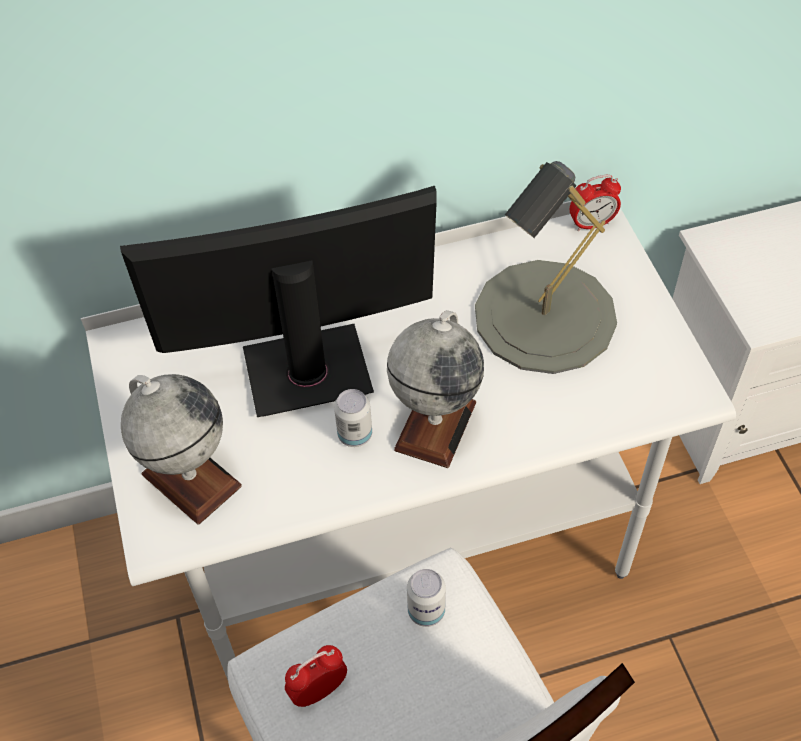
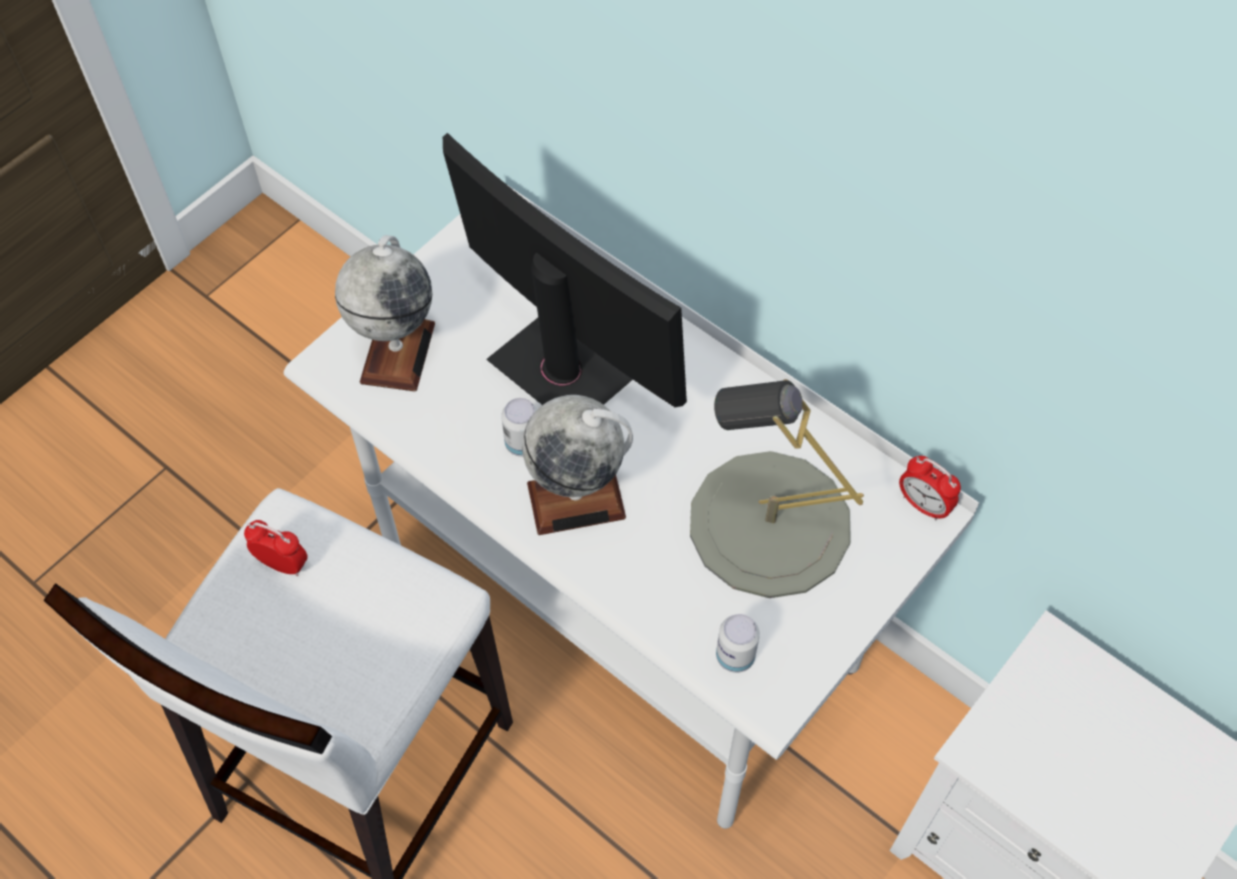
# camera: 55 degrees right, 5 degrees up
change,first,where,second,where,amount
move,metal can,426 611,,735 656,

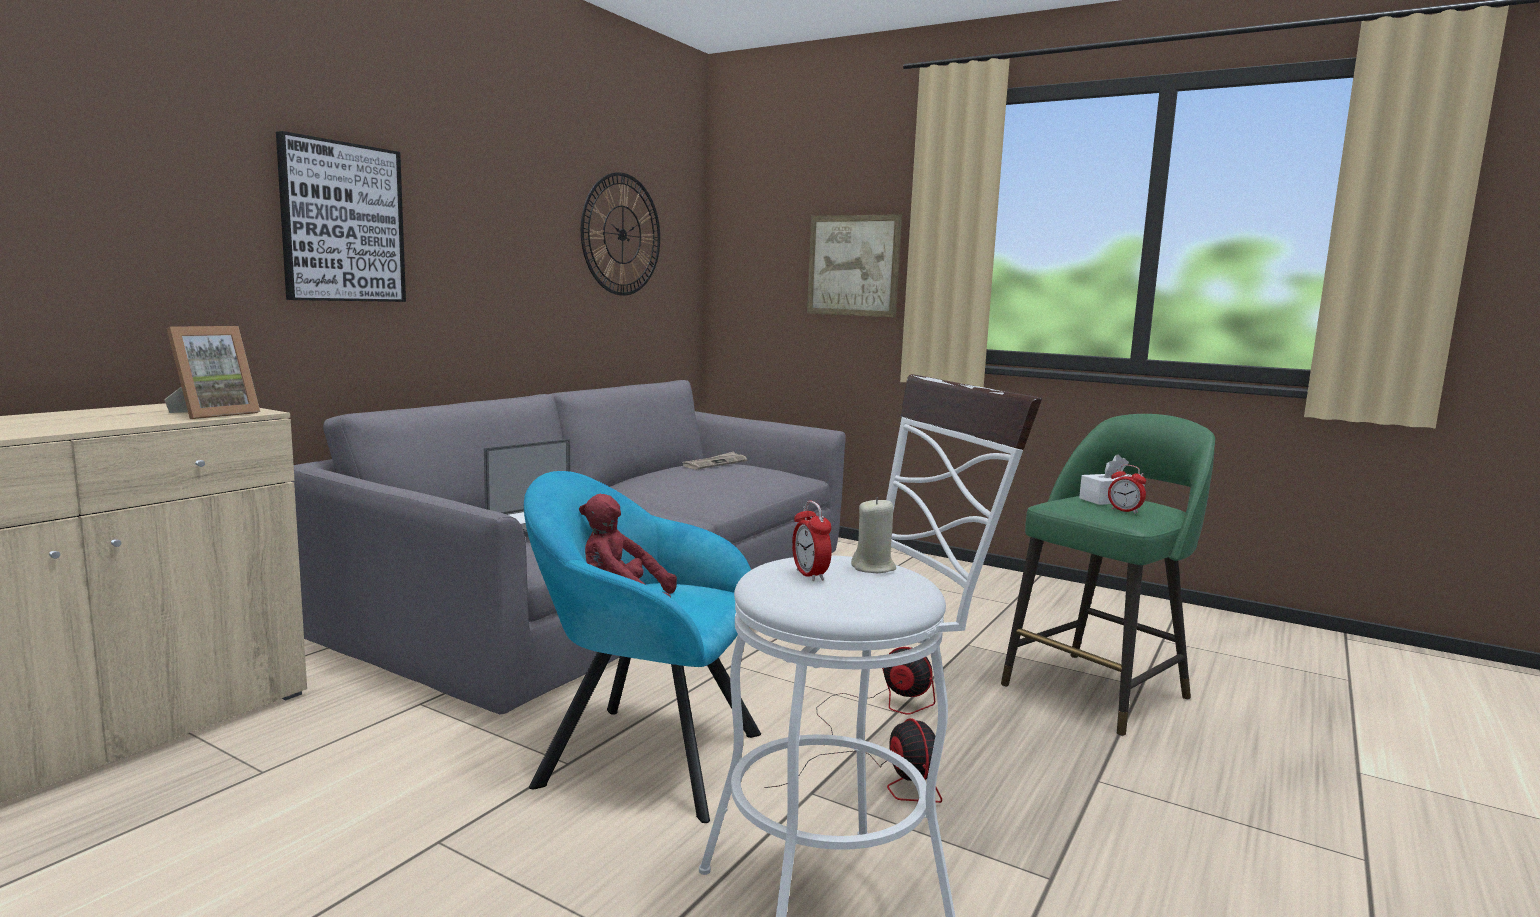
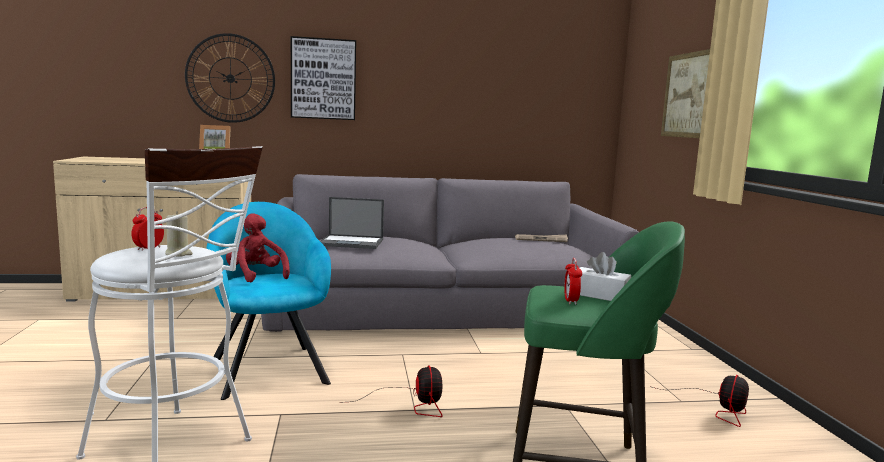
# camera: 50 degrees right, 0 degrees up
change,first,where,second,where,amount
move,wall clock,622 235,,230 78,
move,electric fan,880 782,,717 408,

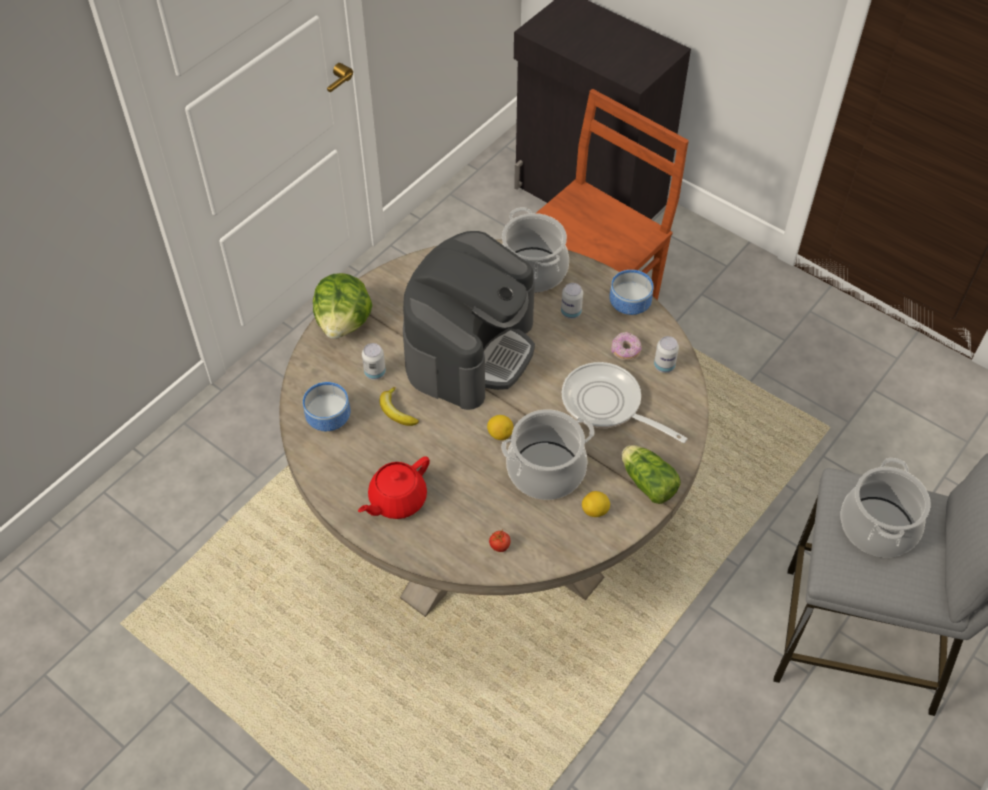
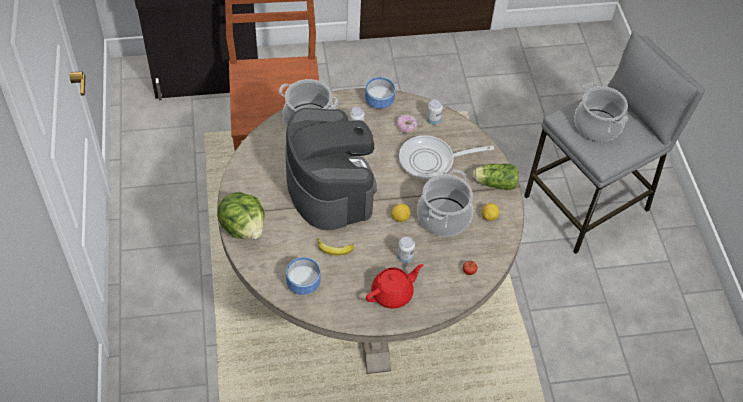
# camera: 50 degrees left, 0 degrees up
change,first,where,second,where,amount
rotate,red-coloured tea pot,396 500,,393 293,120 degrees counterclockwise
move,metal can,375 373,,405 257,

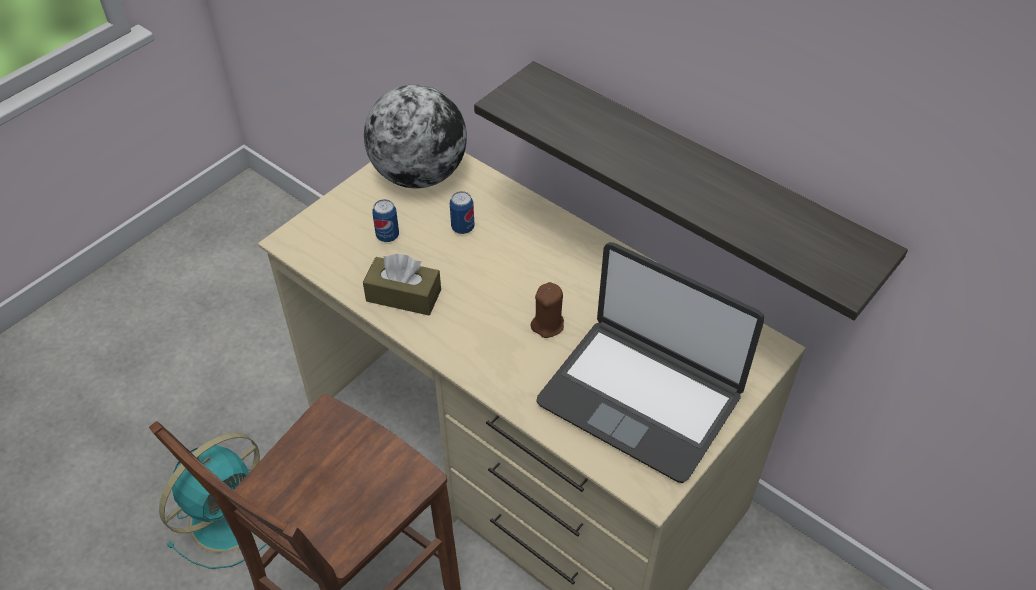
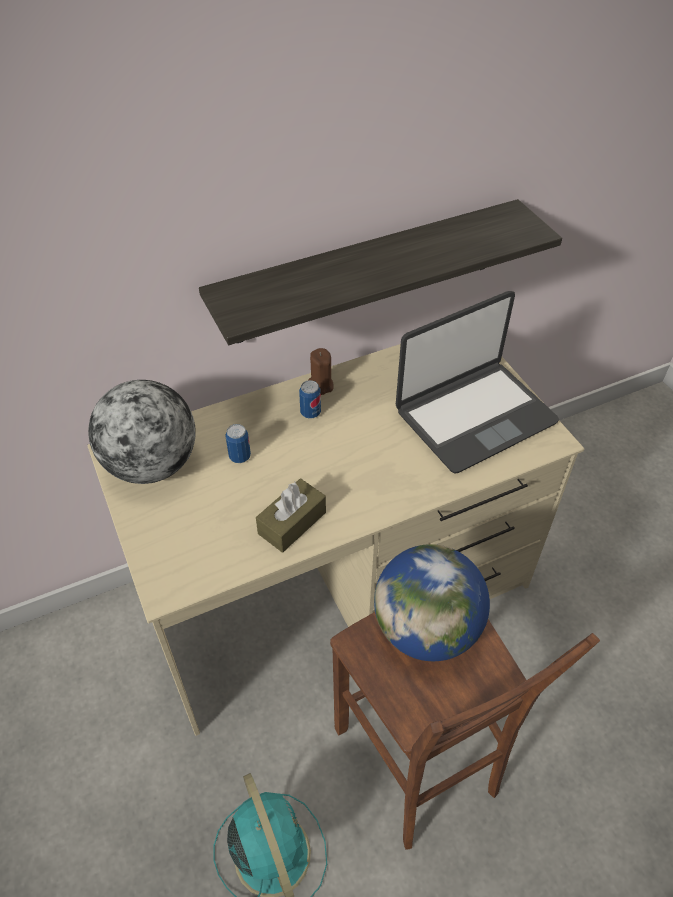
# camera: 65 degrees left, 0 degrees up
change,first,where,second,where,amount
move,metal can,387 236,,310 413,
move,brown wax light,547 325,,320 385,
insert,,,globe,426 628,

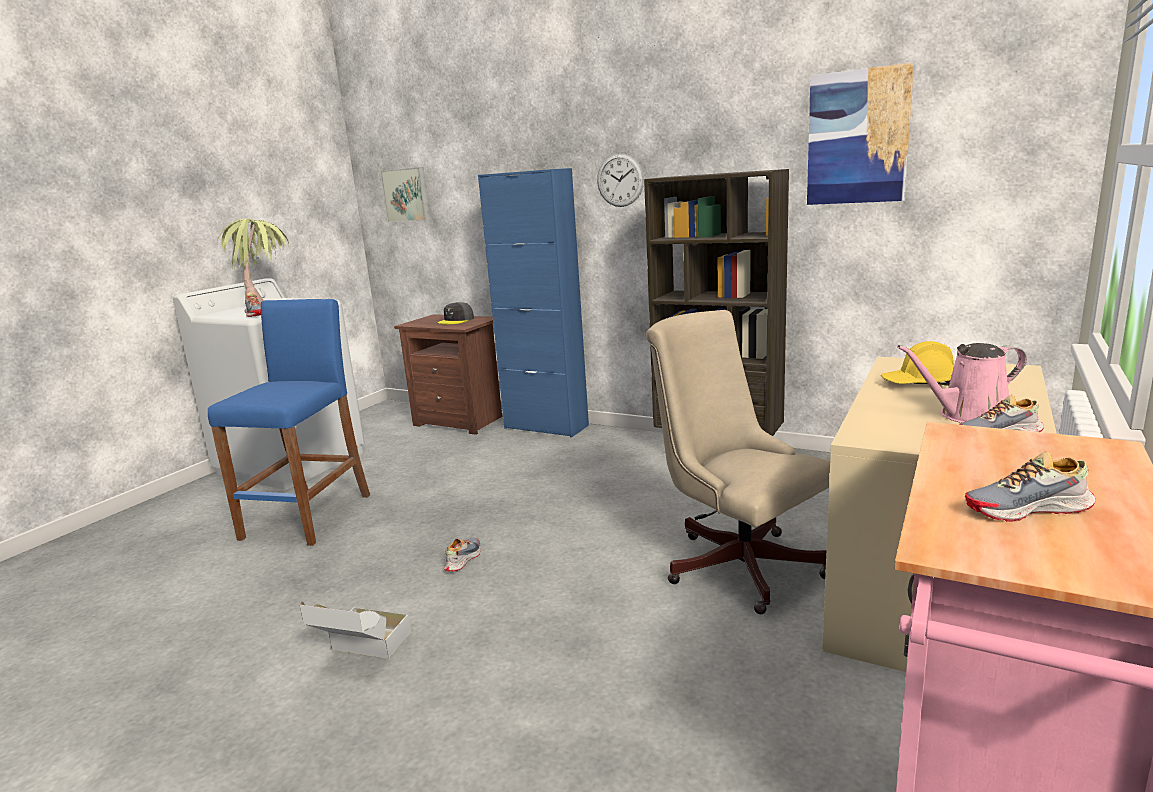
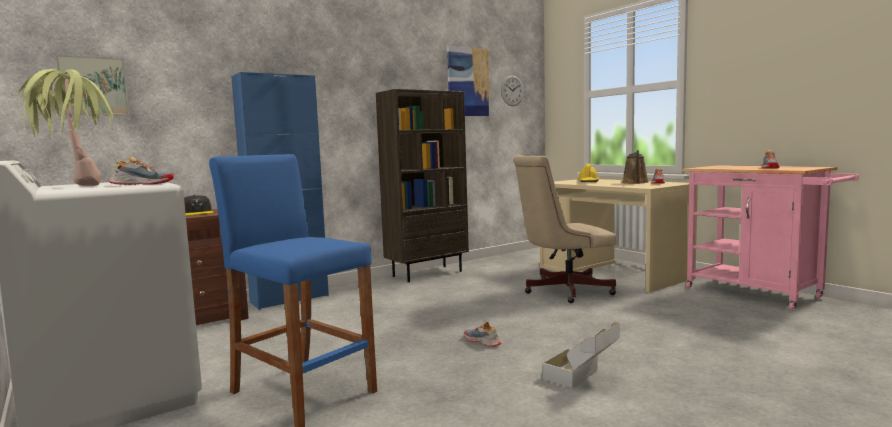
# camera: 65 degrees left, 10 degrees down
change,first,where,second,where,amount
move,wall clock,620 180,,512 90,
recolor,pink-coloured watering pot,968 416,brown watering pot,635 183,

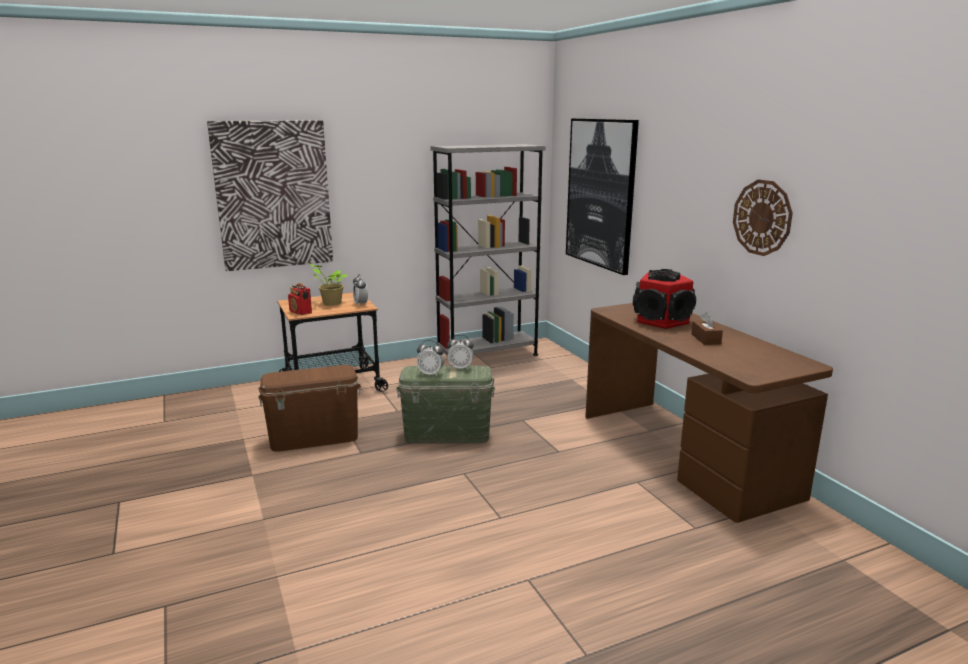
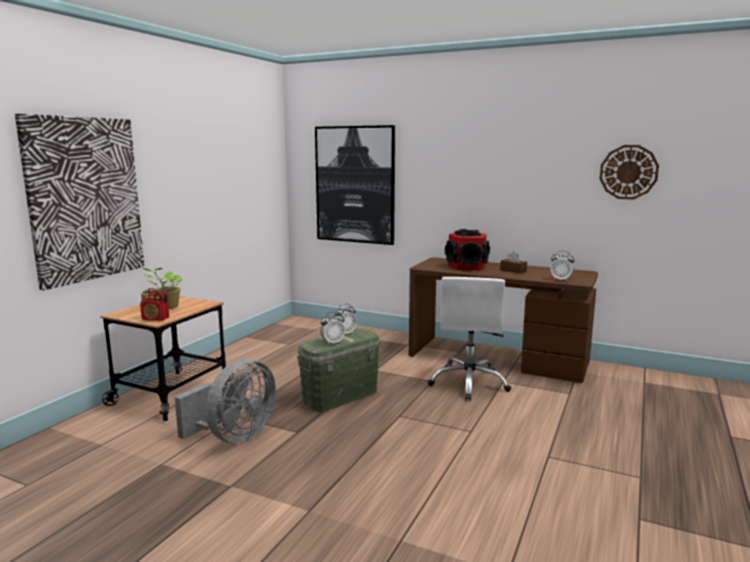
# camera: 40 degrees left, 5 degrees down
change,first,where,second,where,amount
replace,brown storage container,314 437,greyish electric fan,234 437,
move,table clock,361 304,,561 280,
delete,greyish shelving unit,487 355,,,
move,wall clock,762 217,,628 172,
insert,,,white-coloured computer chair,469 383,

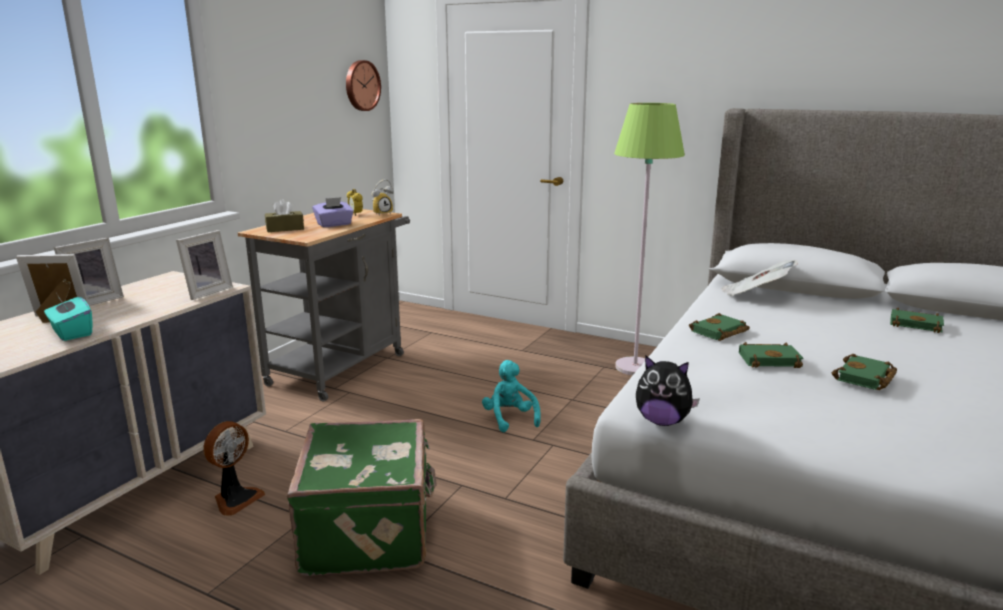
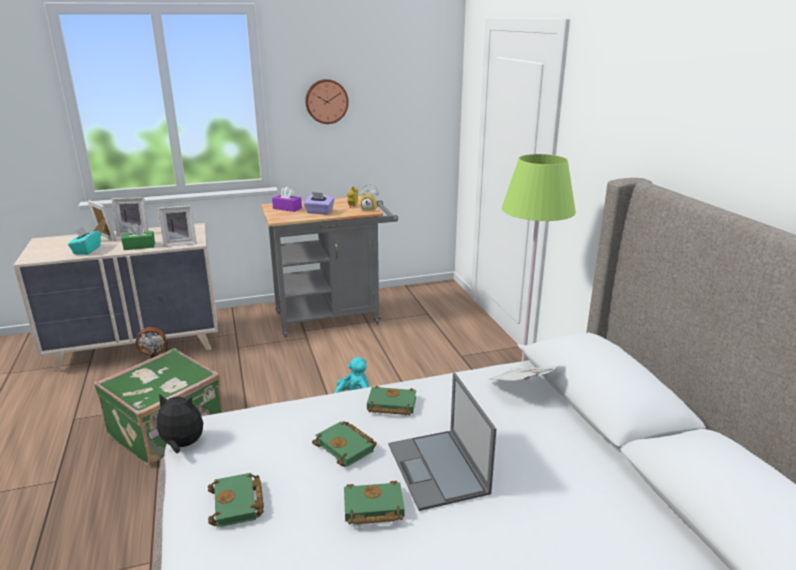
# camera: 45 degrees right, 5 degrees up
change,first,where,second,where,amount
recolor,brown tissue holder,285 229,purple tissue holder,287 208,
move,wall clock,361 85,,326 101,
rotate,soft toy,662 421,,181 445,120 degrees clockwise
move,greenish bound book,917 324,,238 504,
insert,,,greenish tissue holder,139 246,
insert,,,laptop,438 469,

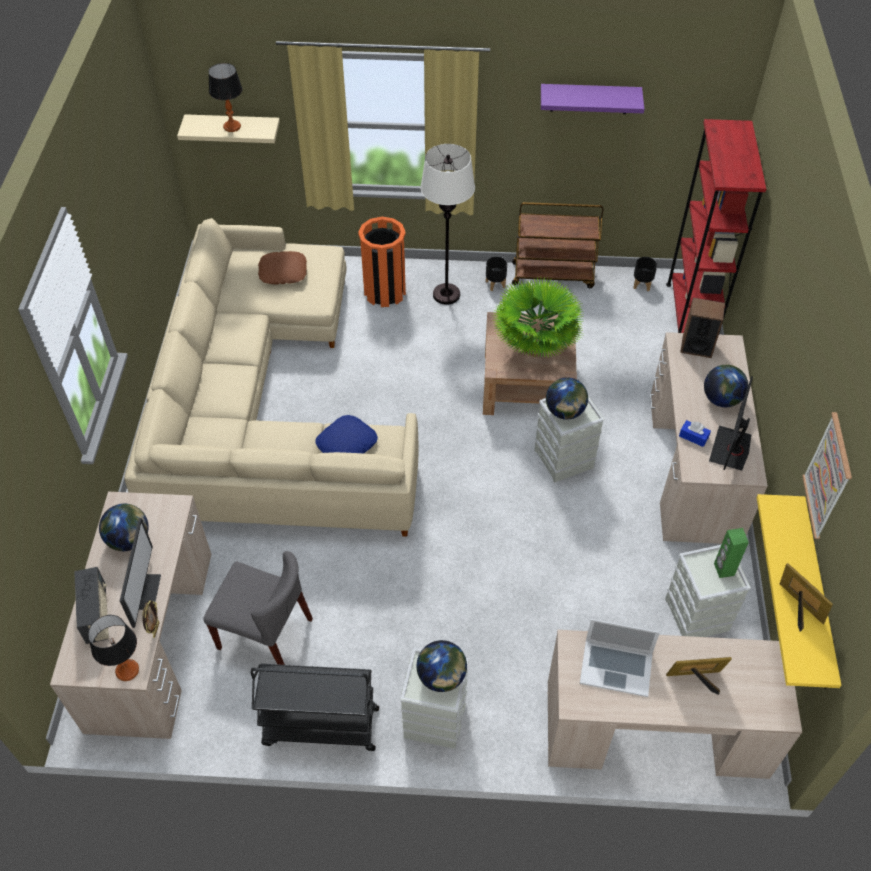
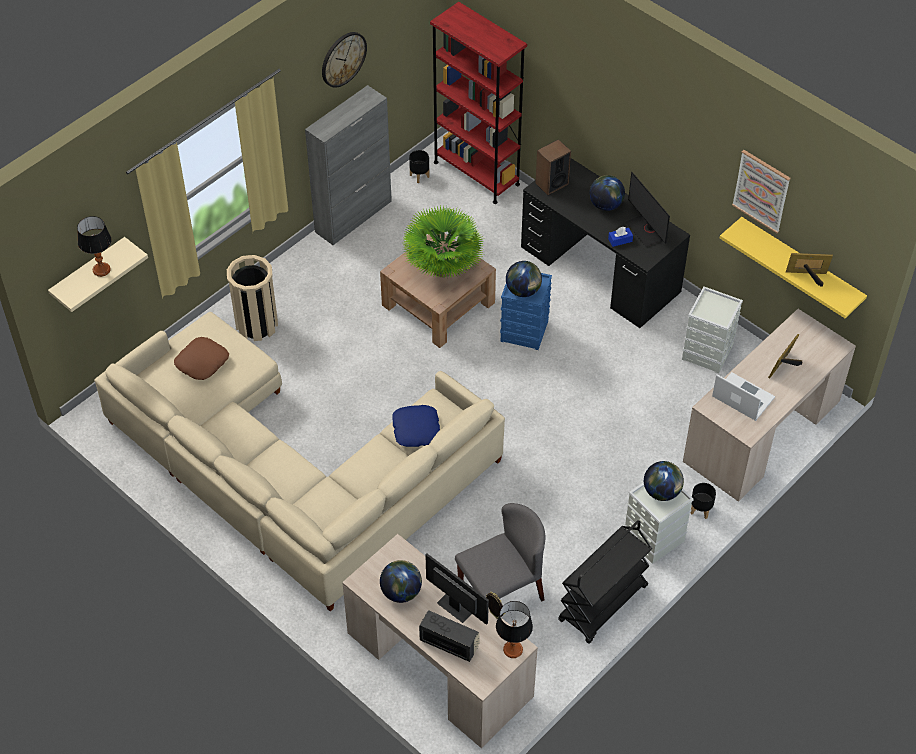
# camera: 50 degrees left, 0 degrees up
change,first,where,second,where,amount
recolor,orange trash can,385 292,sand-coloured trash can,257 324,
delete,white-coloured standard lamp,446 294,,,
move,black-coloured planter,495 284,,701 510,
replace,brown cart,553 275,greyish storage cabinet,354 216,
recolor,greyish storage container,564 459,blue-coloured storage container,525 331,
replace,purple wall shelf,589 98,wall clock,343 59,
rotate,laptop,616 667,,742 397,105 degrees counterclockwise
recolor,sand-coloured desk,693 466,black-coloured desk,600 270,
delete,greenish audio speaker,723 569,,,

